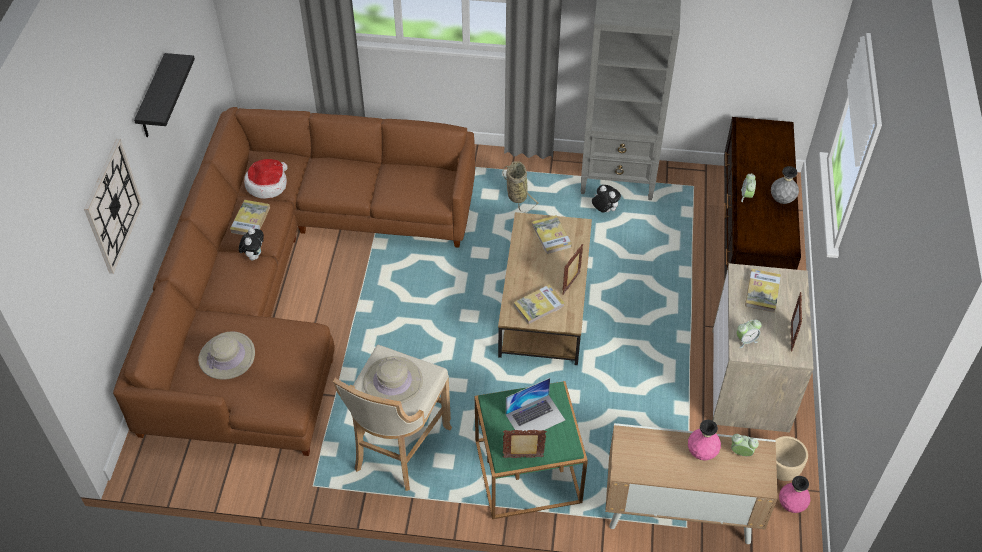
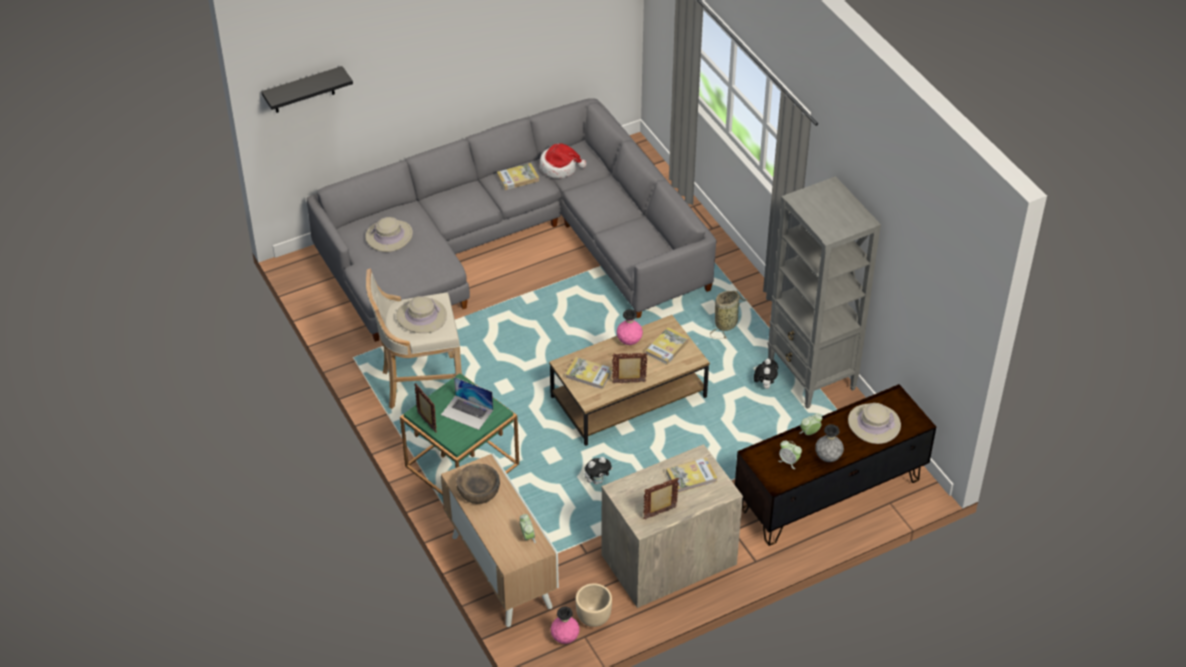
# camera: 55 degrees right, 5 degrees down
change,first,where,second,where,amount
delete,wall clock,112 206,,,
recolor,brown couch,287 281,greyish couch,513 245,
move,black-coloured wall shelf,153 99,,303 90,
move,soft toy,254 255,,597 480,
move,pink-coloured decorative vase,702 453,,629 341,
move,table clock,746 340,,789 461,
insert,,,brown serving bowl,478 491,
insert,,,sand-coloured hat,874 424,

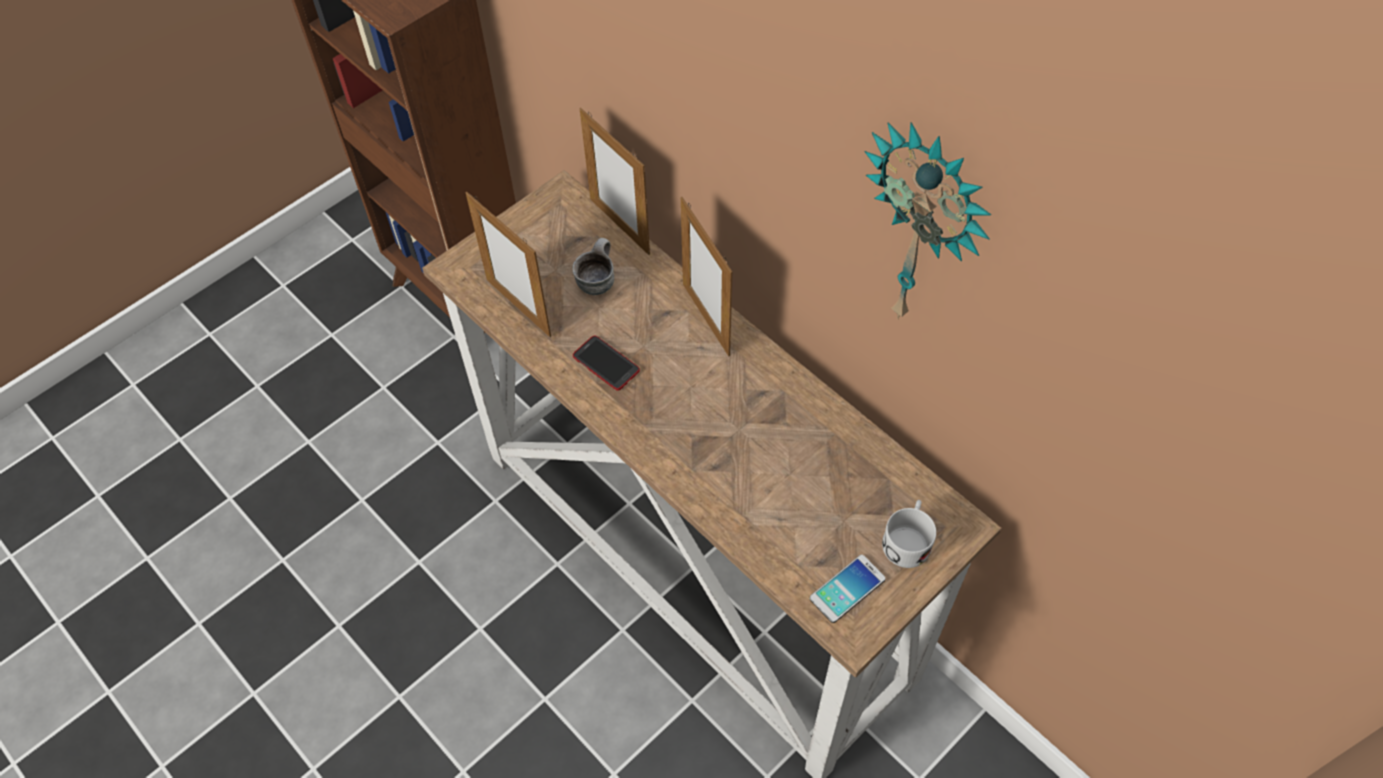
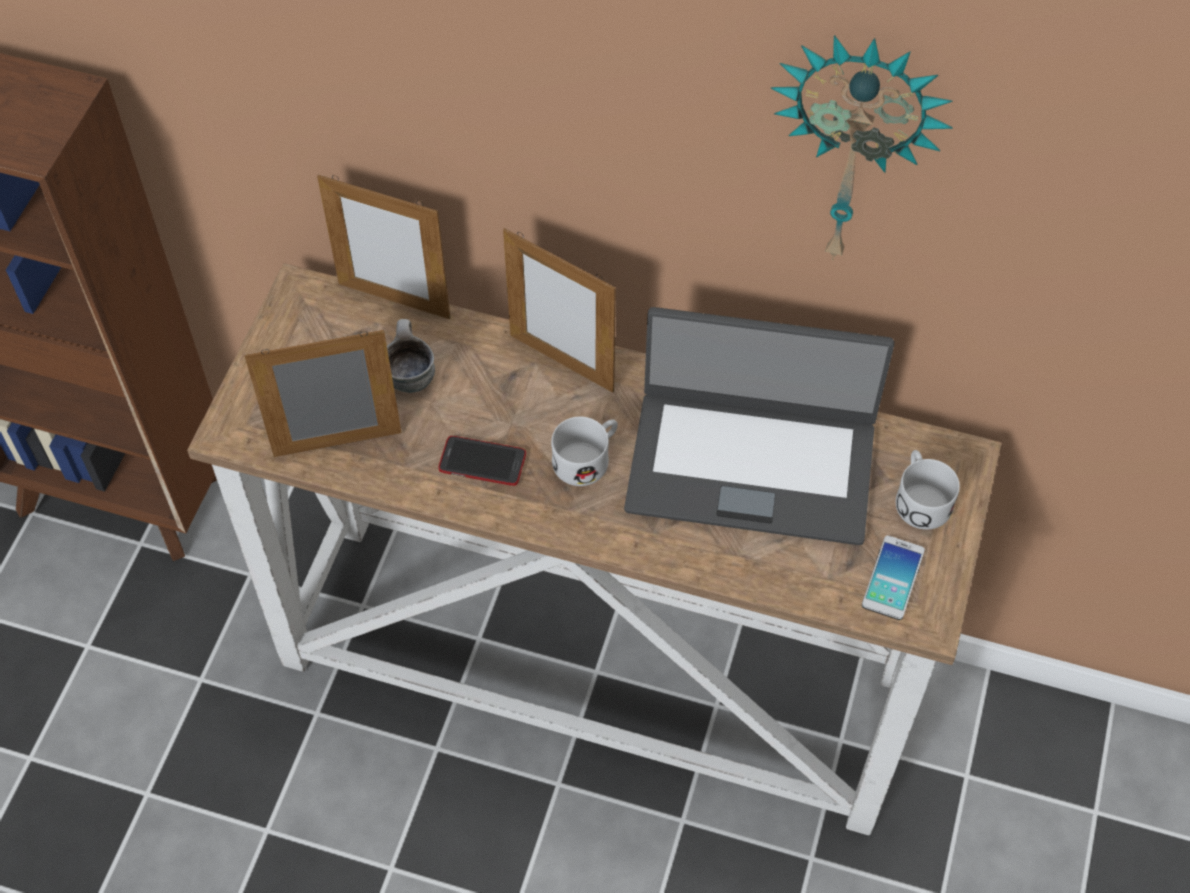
# camera: 30 degrees left, 0 degrees up
change,first,where,second,where,amount
rotate,photo frame,518 307,,337 444,150 degrees clockwise
insert,,,white-coloured mug,588 458,
insert,,,laptop,751 464,

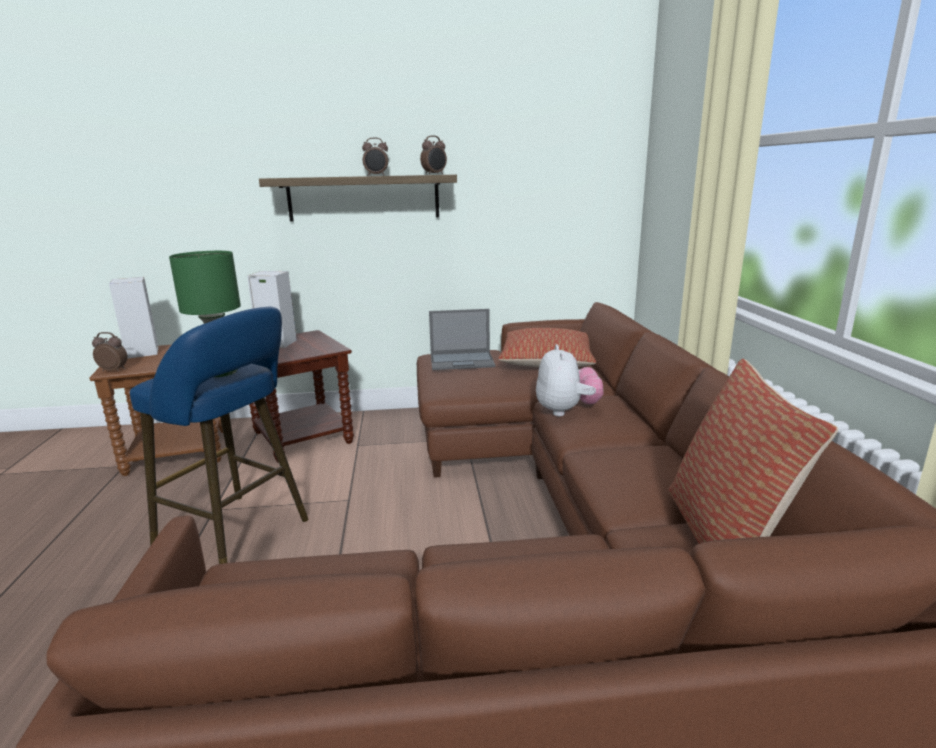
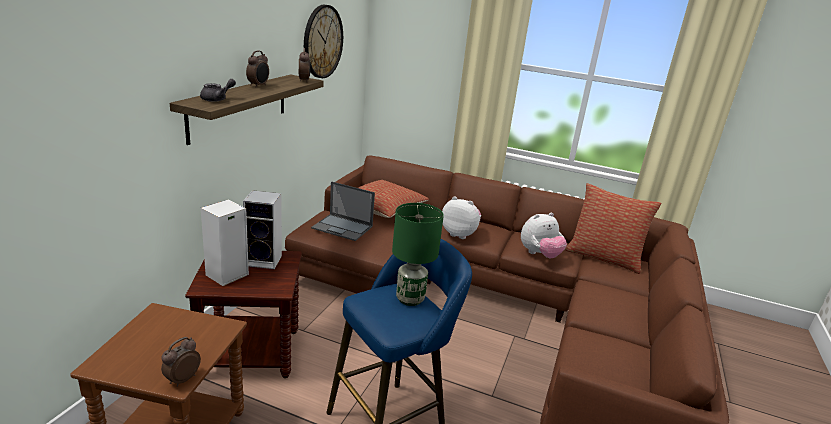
# camera: 65 degrees left, 5 degrees up
change,first,where,second,where,amount
move,audio speaker,143 353,,265 260,
rotate,laptop,462 361,,343 227,90 degrees clockwise
insert,,,greyish tea pot,217 99,
insert,,,wall clock,322 41,
insert,,,soft toy,539 255,

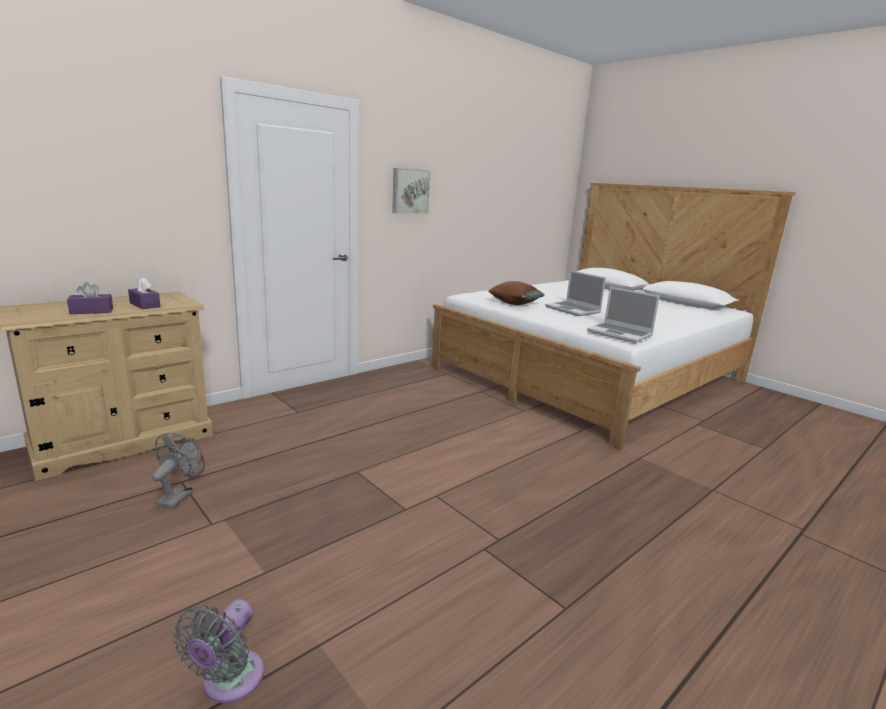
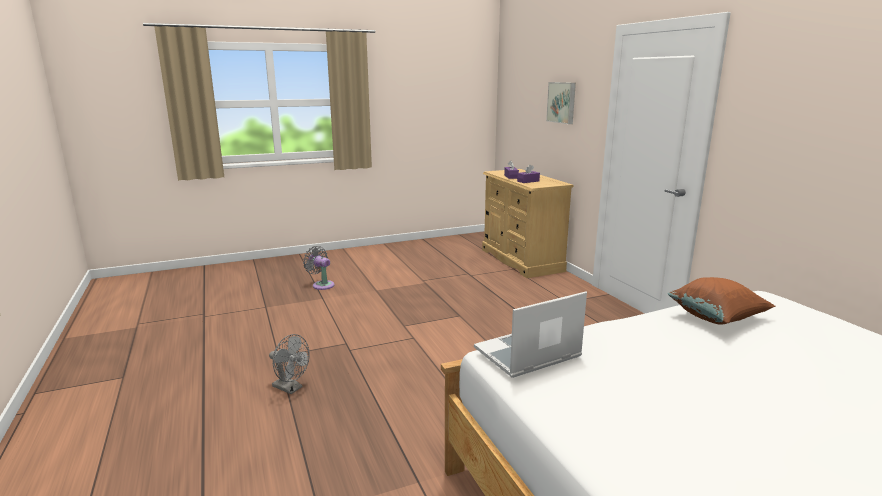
# camera: 110 degrees right, 0 degrees up
change,first,where,second,where,amount
move,greyish electric fan,178 496,,291 388,
move,wall picture,410 191,,562 102,
delete,laptop,573 310,,,

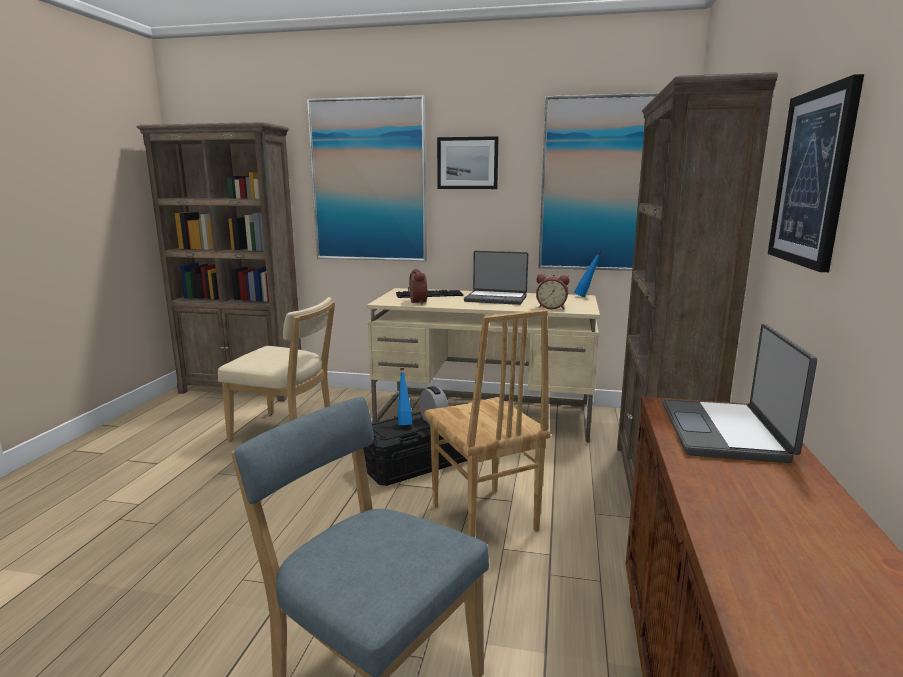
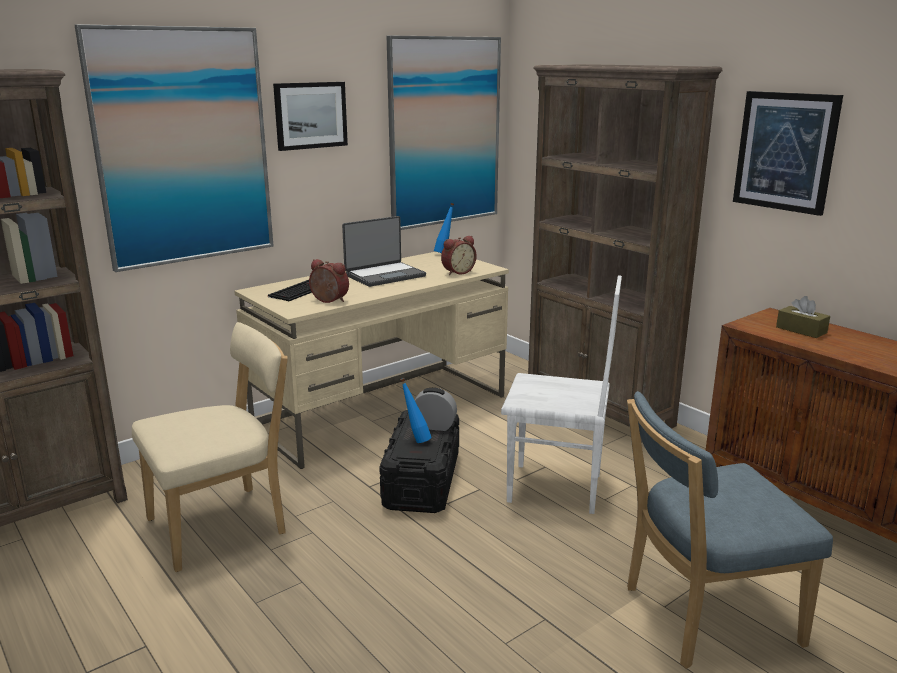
# camera: 50 degrees left, 5 degrees up
change,first,where,second,where,amount
recolor,brown chair,482 519,white-coloured chair,555 489,
replace,laptop,725 432,brown tissue holder,801 330,

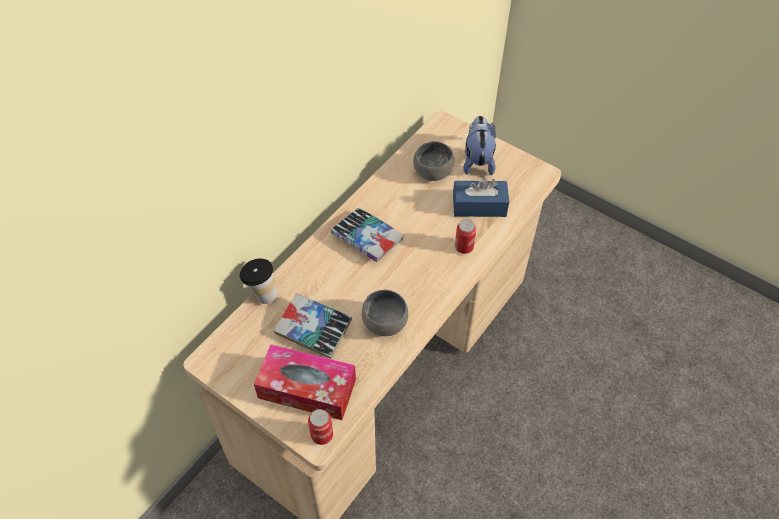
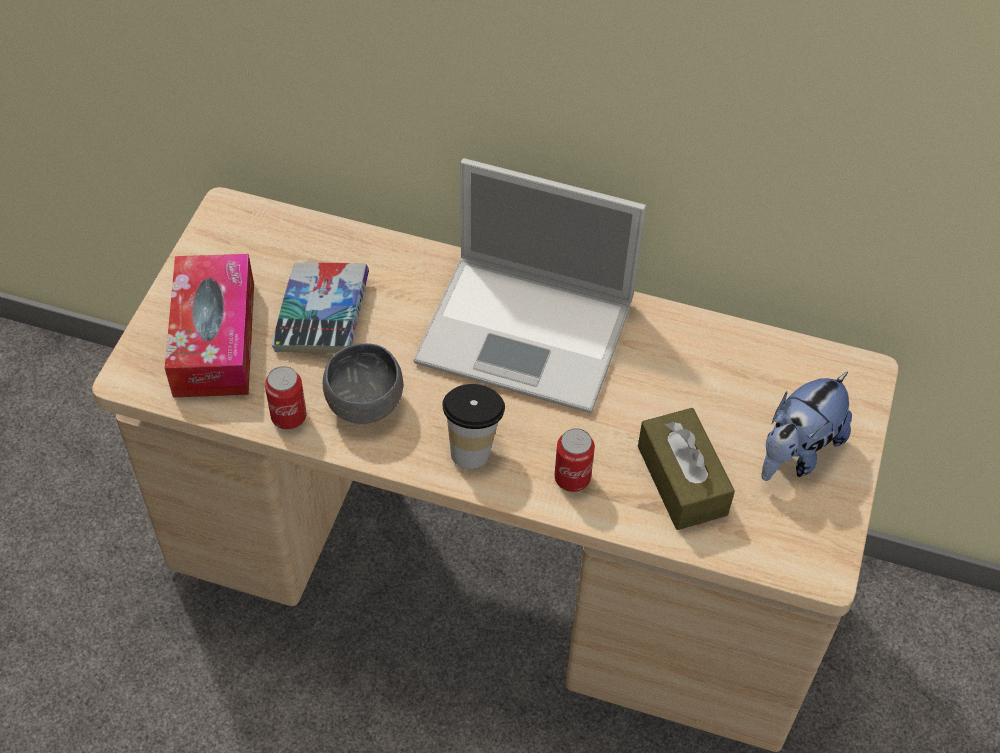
# camera: 70 degrees right, 0 degrees up
change,first,where,second,where,amount
move,drinking cup,262 293,,472 446,
move,metal can,322 435,,289 417,
replace,bound book,367 238,laptop,529 333,
delete,greyish serving bowl,431 173,,,
recolor,blue-coloured tissue holder,479 206,brown tissue holder,682 480,
rotate,soft toy,477 160,,796 452,150 degrees clockwise

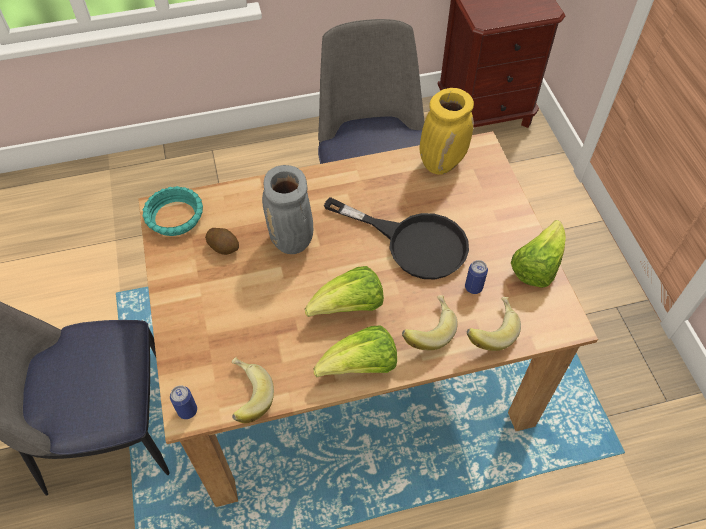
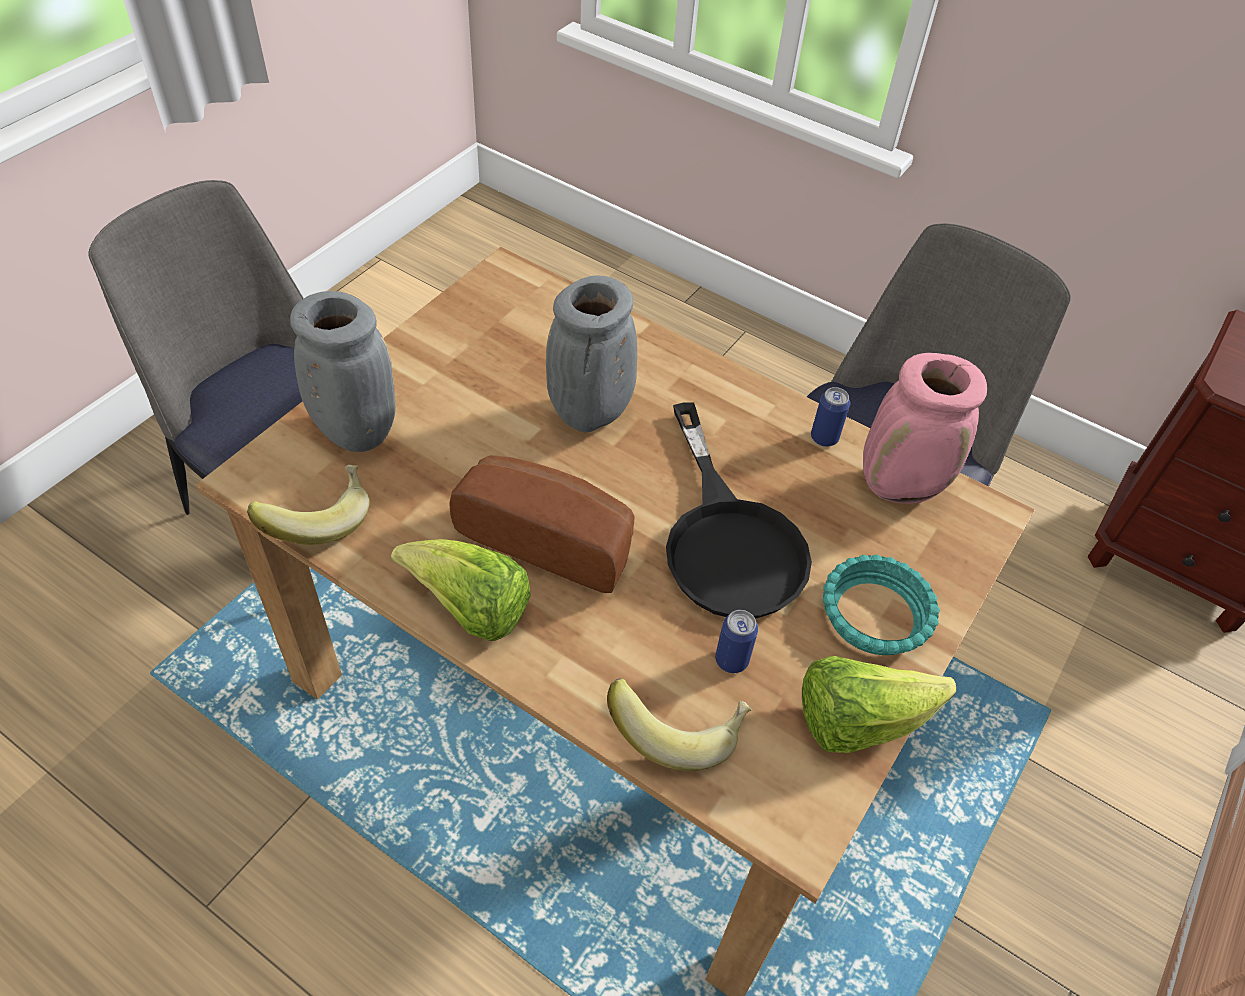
# camera: 45 degrees right, 5 degrees down
change,first,where,second,where,amount
move,blue-green serving bowl,175 216,,876 614,
move,metal can,187 410,,824 438,
delete,whole potato,224 247,,,
replace,lettuce head,349 307,bakery bread,550 537,
delete,whole banana,427 330,,,
recolor,yellowish decorative vase,442 162,pink-coloured decorative vase,901 486,
insert,,,greyish decorative vase,354 431,

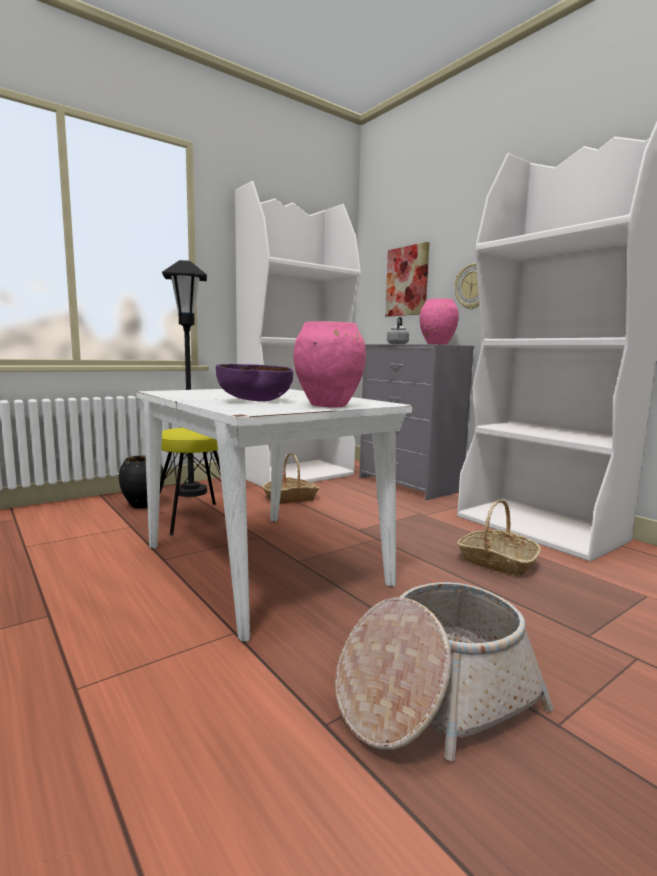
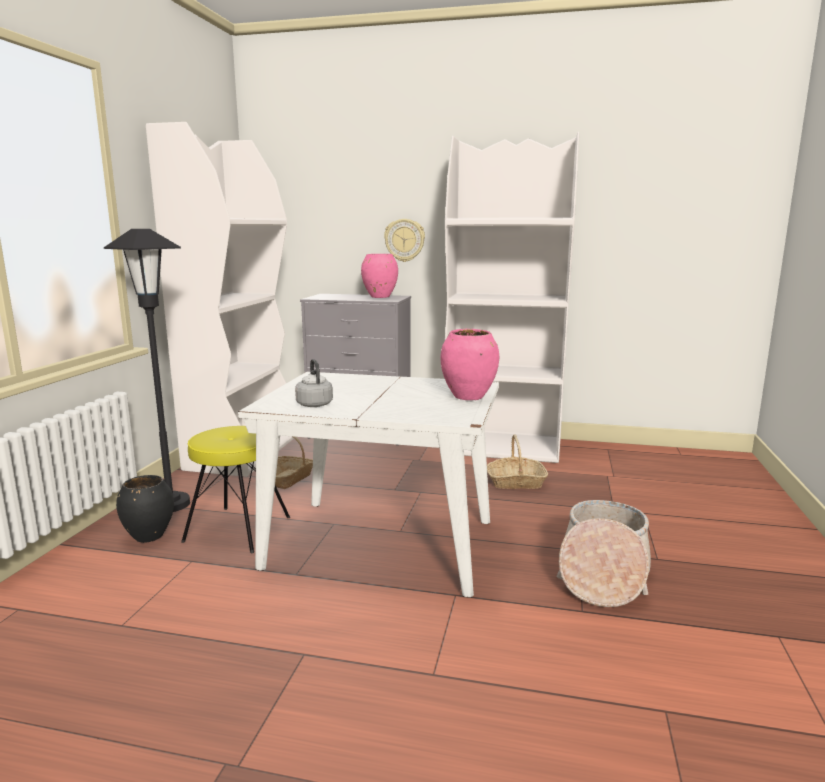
# camera: 40 degrees left, 5 degrees up
change,first,where,second,where,amount
delete,purple serving bowl,254 401,,,
delete,wall picture,407 281,,,
move,greyish kettle,398 344,,314 404,

